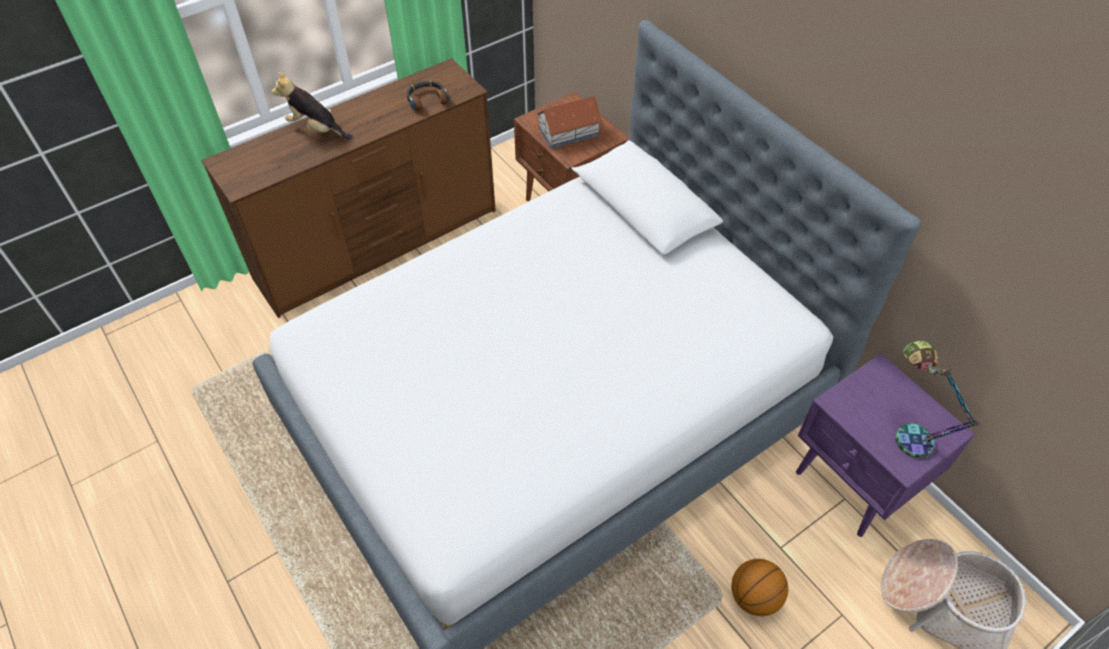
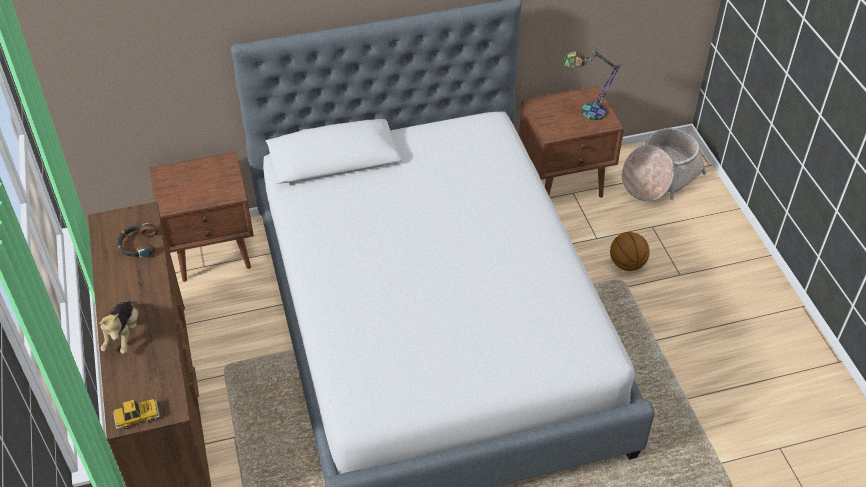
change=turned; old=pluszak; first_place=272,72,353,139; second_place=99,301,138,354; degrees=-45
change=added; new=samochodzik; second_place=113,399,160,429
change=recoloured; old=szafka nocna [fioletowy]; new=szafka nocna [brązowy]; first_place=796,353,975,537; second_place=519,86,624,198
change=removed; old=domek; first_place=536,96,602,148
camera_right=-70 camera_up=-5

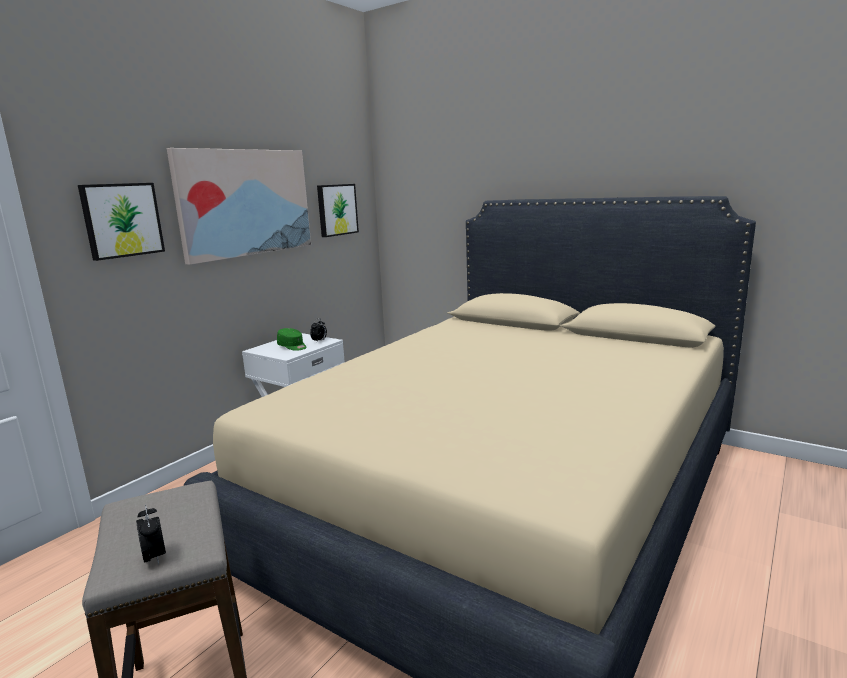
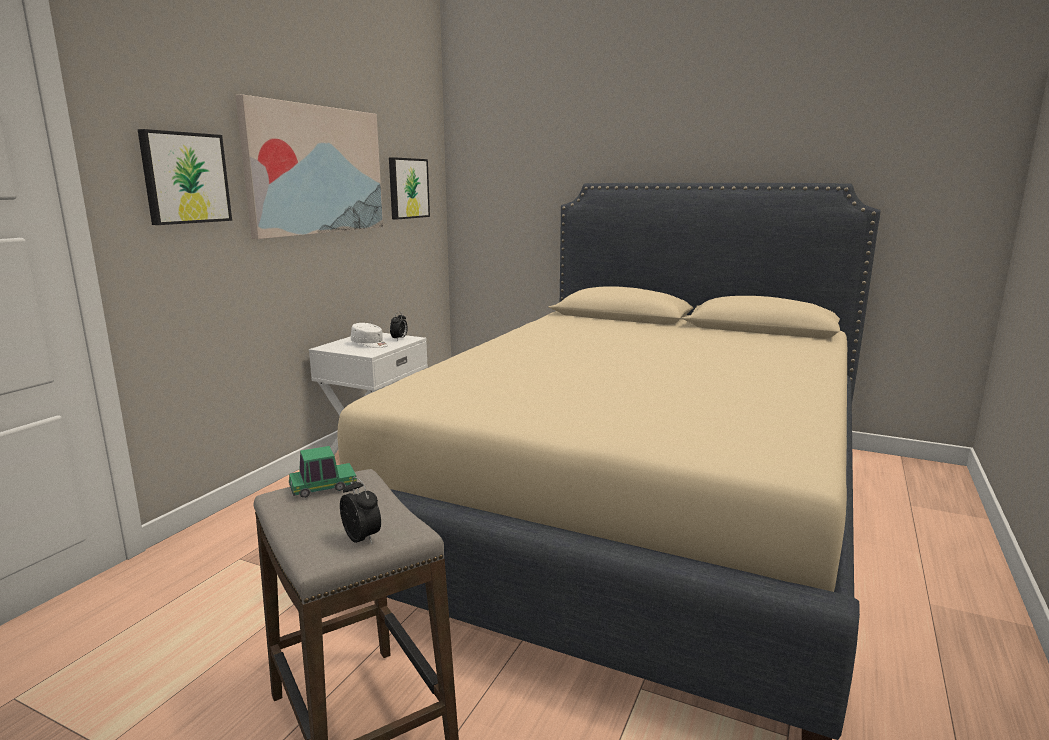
change=added; new=samochodzik; second_place=289,446,357,498
change=recoloured; old=czapka z daszkiem [zielony]; new=czapka z daszkiem [biały]; first_place=277,328,307,351; second_place=351,323,388,348
camera_right=-10 camera_up=0

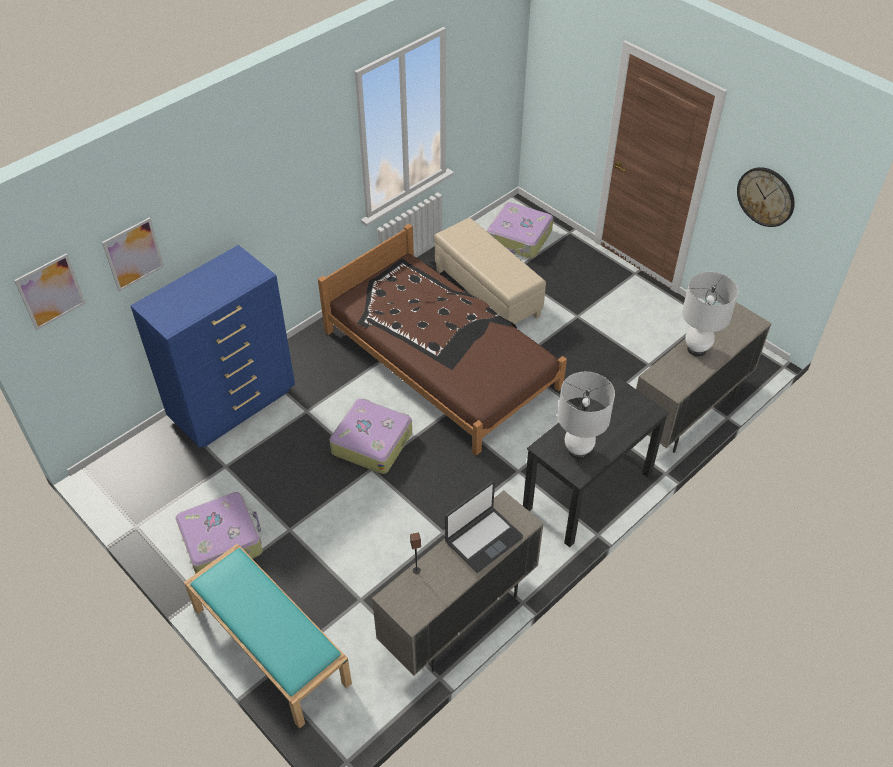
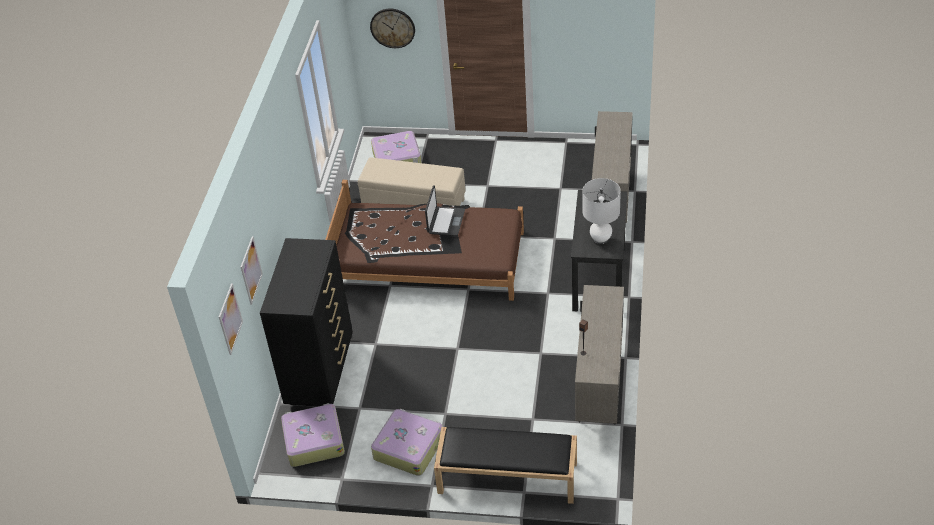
change=recoloured; old=komoda [niebieski]; new=komoda [czarny]; first_place=130,245,295,448; second_place=260,238,353,407
change=moved; old=walizka; first_place=330,398,412,474; second_place=281,403,345,467
change=moved; old=zegar ścienny; first_place=737,167,795,227; second_place=370,8,415,48
change=moved; old=laptop; first_place=445,481,523,573; second_place=425,185,465,236
change=recoloured; old=ławka [turkusowy]; new=ławka [czarny]; first_place=184,543,352,729; second_place=434,427,577,504
change=removed; old=lampa stołowa [biały]; first_place=682,272,739,357
camera_right=-35 camera_up=-5

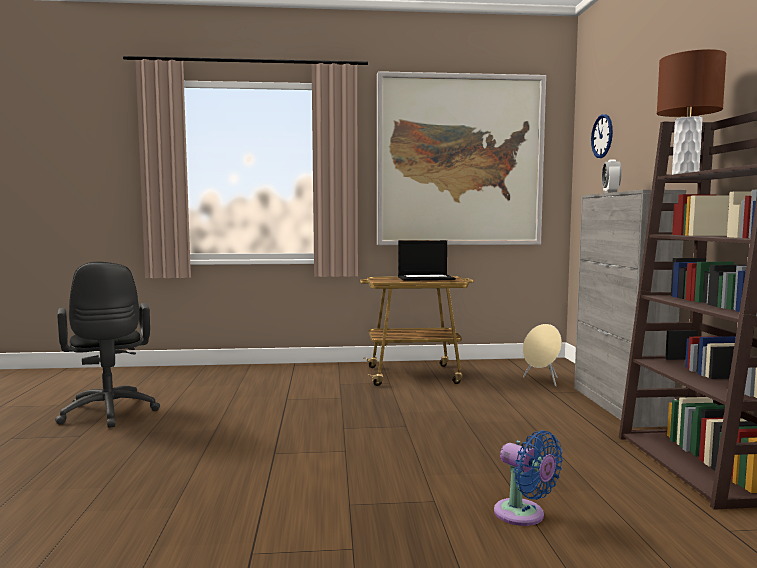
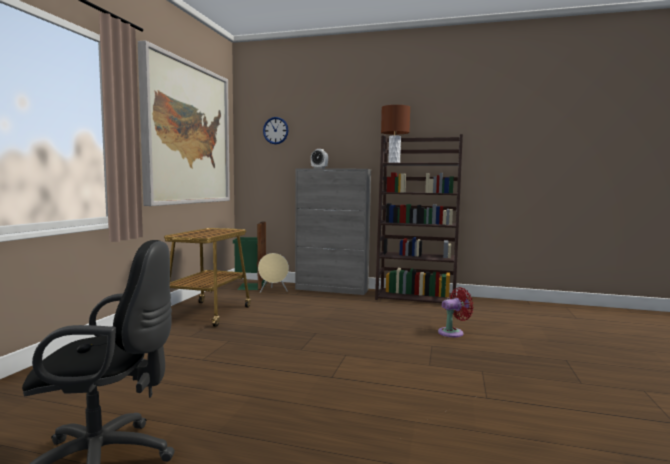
change=added; new=kosz na śmieci [zielony]; second_place=233,222,266,290
change=recoloured; old=wentylator [niebieski]; new=wentylator [czerwony]; first_place=494,430,563,526; second_place=438,287,474,338
change=removed; old=laptop; first_place=398,240,456,281
camera_right=-70 camera_up=0

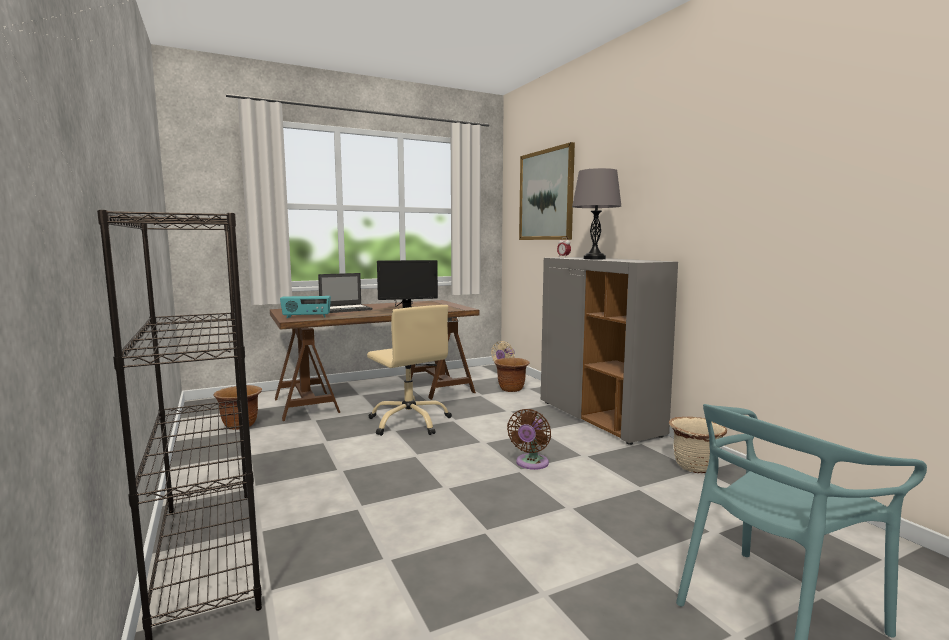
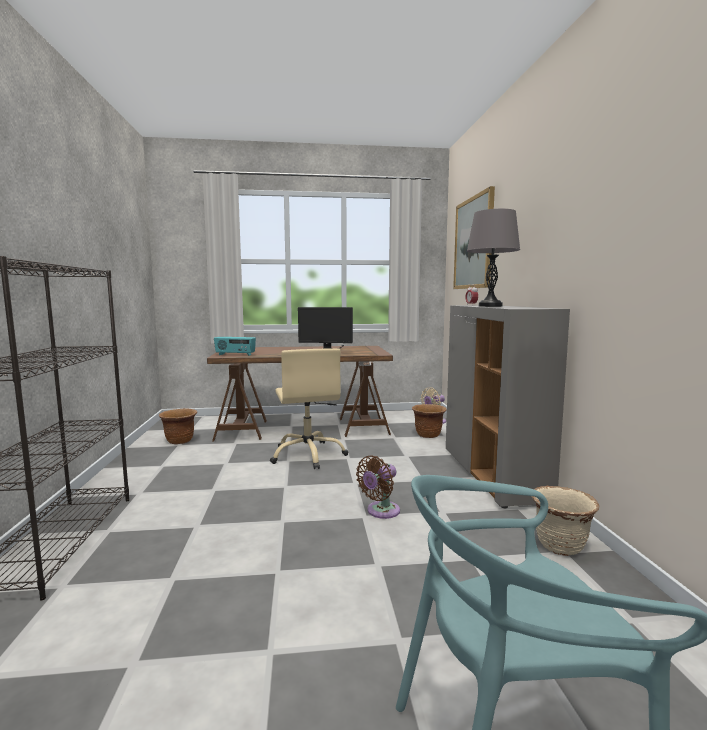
change=removed; old=laptop; first_place=318,273,372,313
camera_right=20 camera_up=0

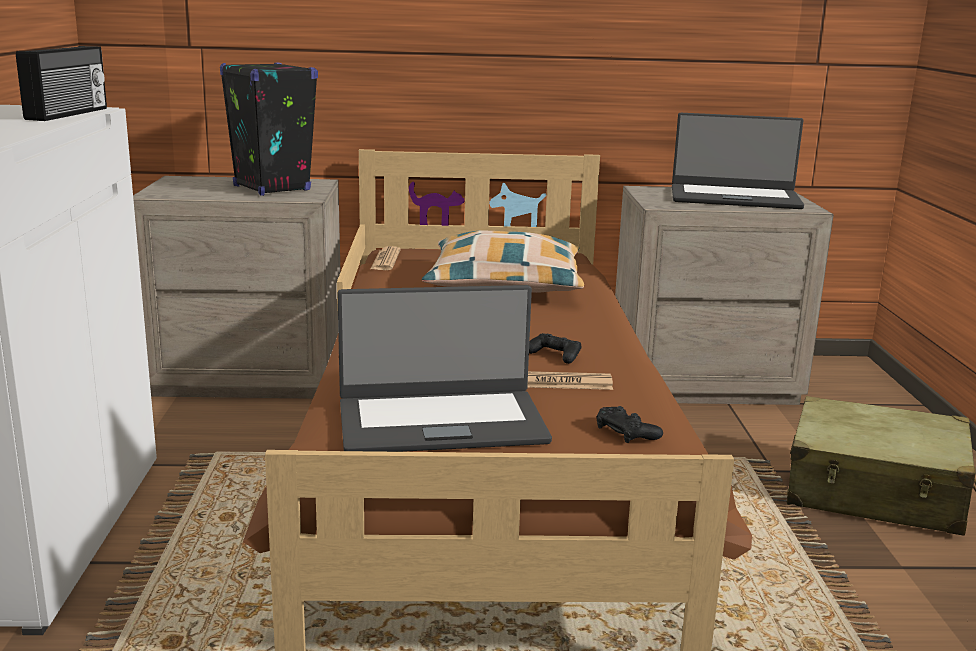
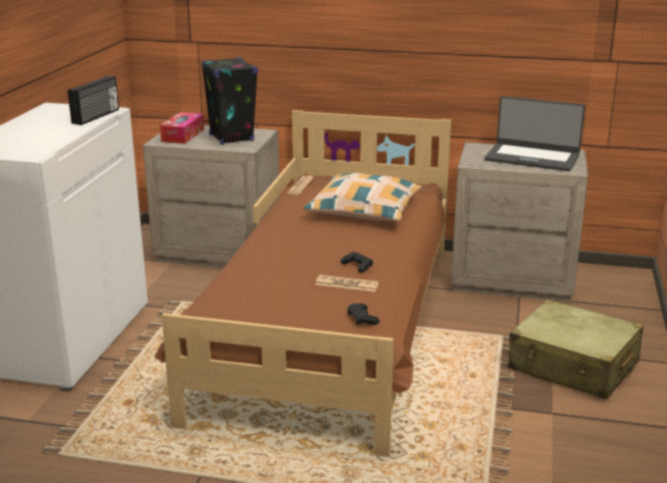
change=added; new=pudełko chusteczek; second_place=160,112,204,144
change=removed; old=laptop; first_place=337,285,552,452
camera_right=15 camera_up=5

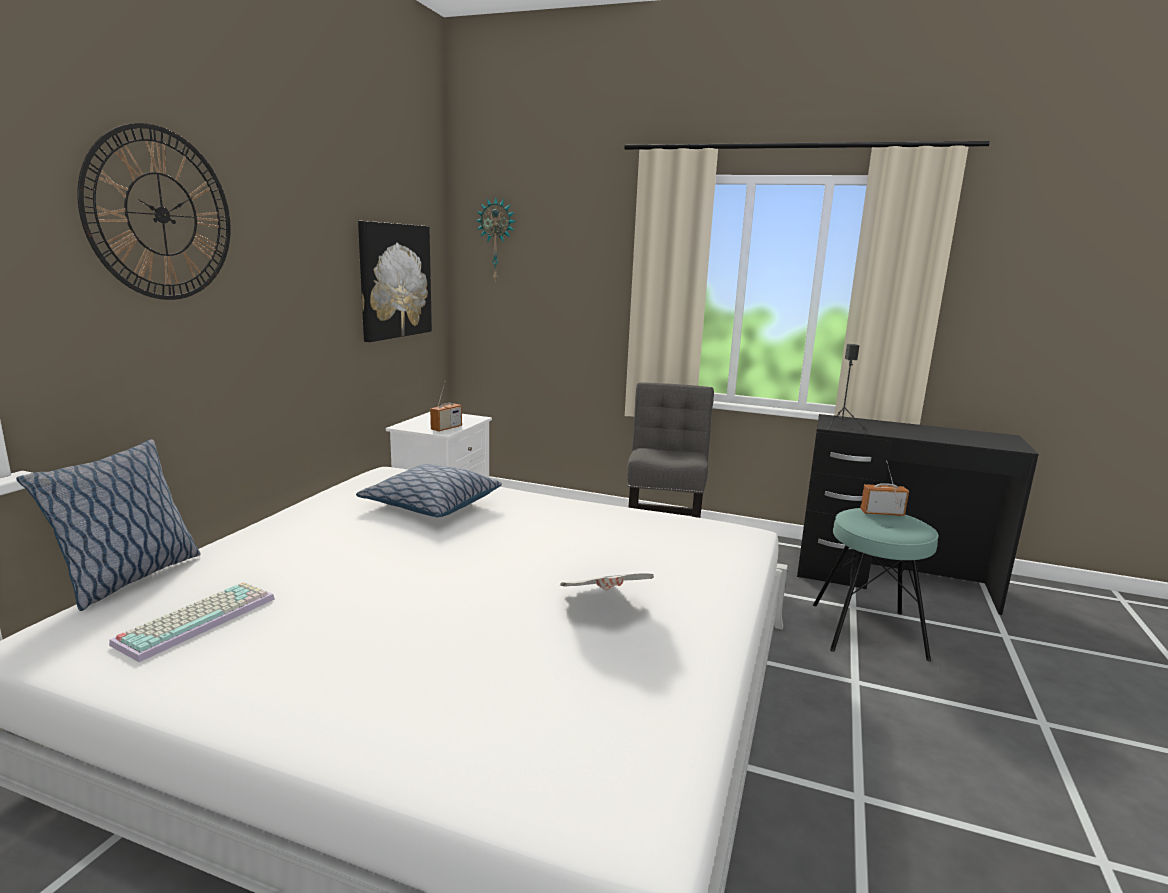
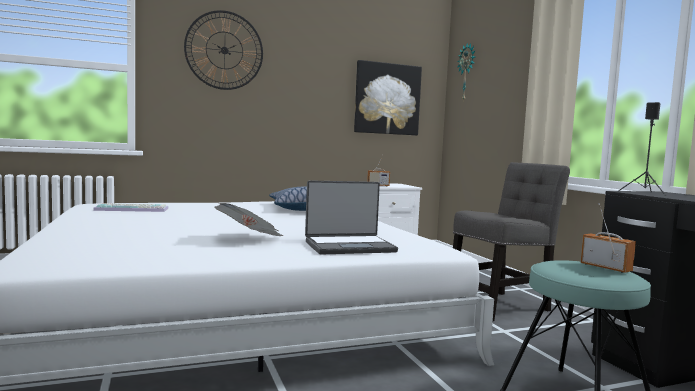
change=added; new=laptop; second_place=305,180,398,255
change=removed; old=poduszka; first_place=16,439,201,611
camera_right=50 camera_up=-10

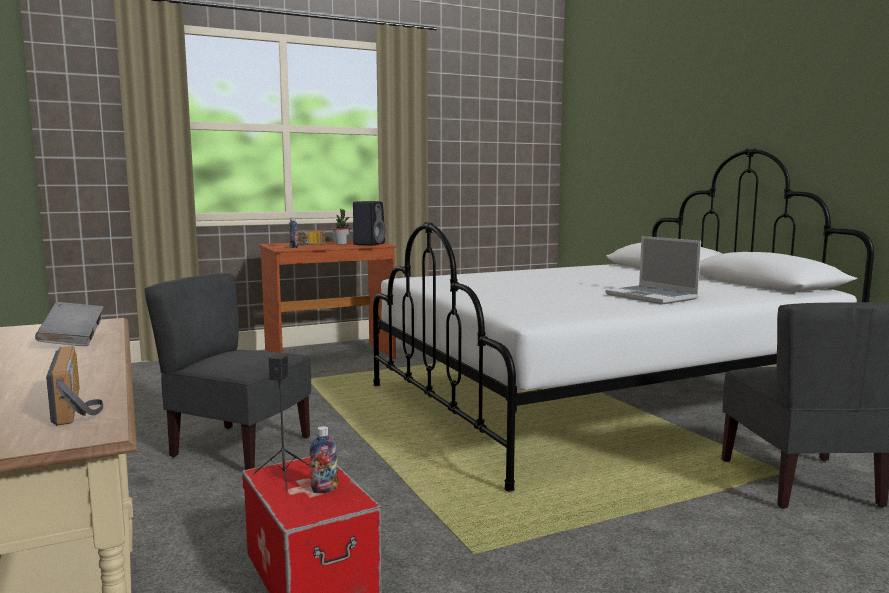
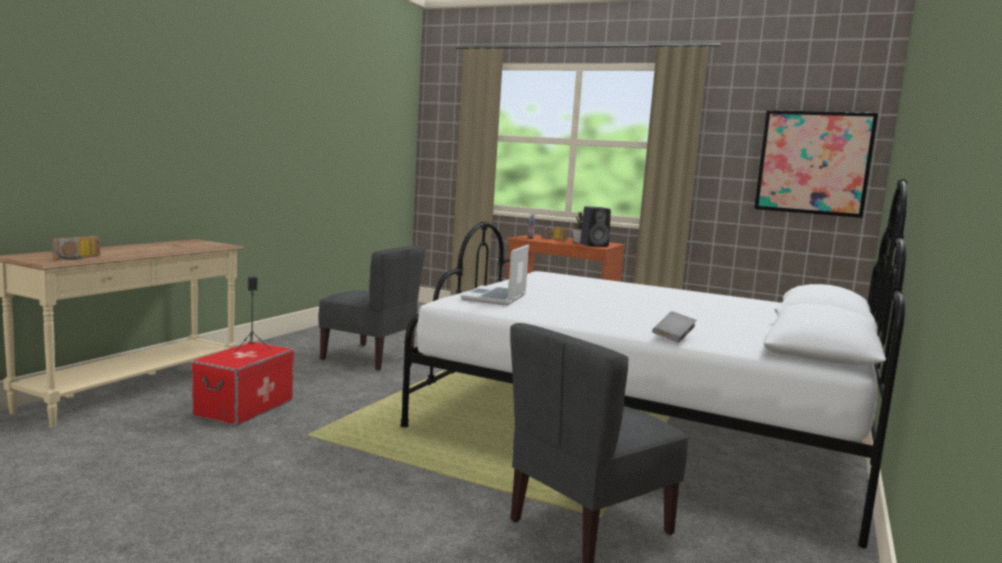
change=turned; old=krzesło [szary]; first_place=145,273,311,470; second_place=319,246,425,371; degrees=135
change=moved; old=laptop; first_place=605,236,701,305; second_place=461,245,529,305
change=moved; old=książka [szary]; first_place=35,302,104,346; second_place=652,311,697,343
change=added; new=obraz; second_place=754,110,878,218
change=removed; old=butelka; first_place=309,426,338,493
camera_right=50 camera_up=0

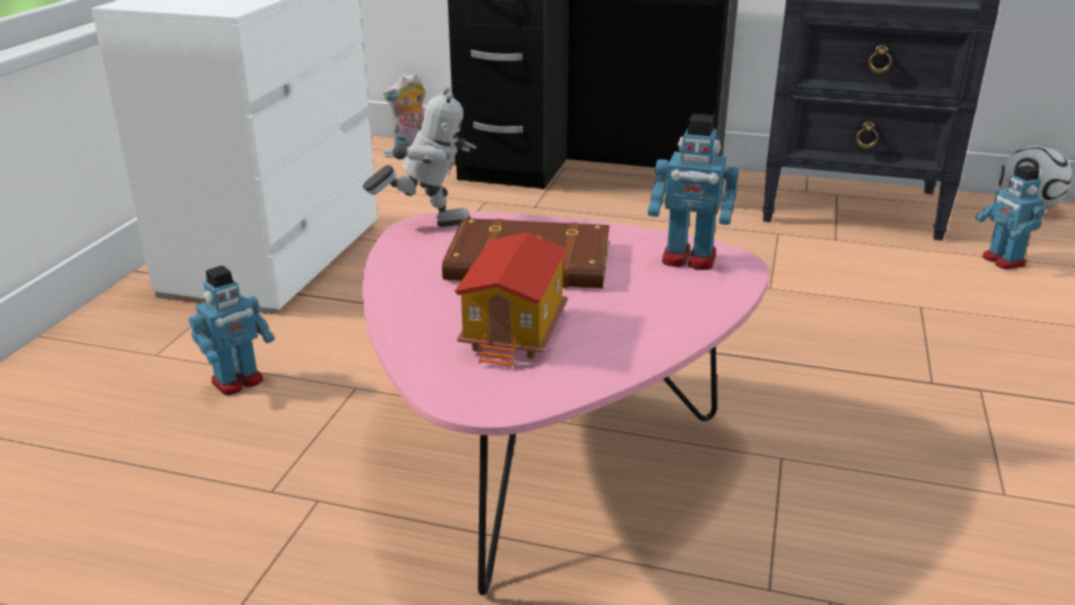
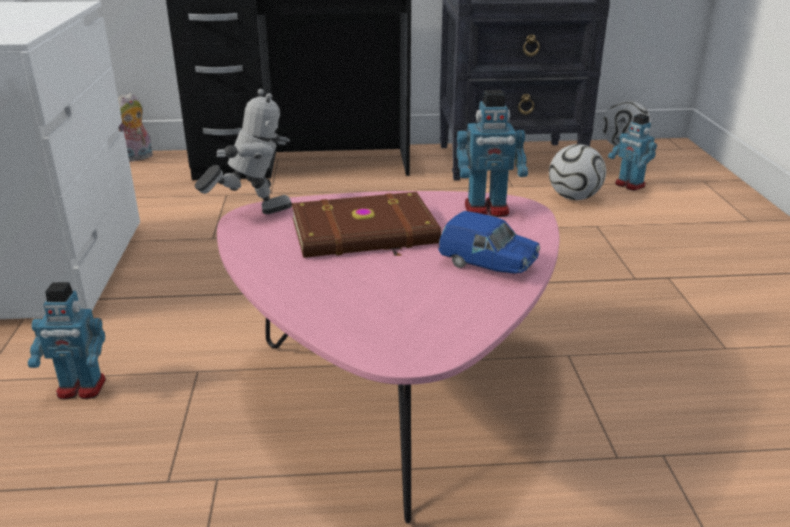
change=turned; old=robot zabawkowy; first_place=189,265,275,395; second_place=28,282,106,399; degrees=60
change=added; new=samochodzik [niebieski]; second_place=438,211,540,274
change=added; new=piłka futbolowa; second_place=549,144,606,200
change=removed; old=domek; first_place=455,233,568,368
camera_right=-20 camera_up=0

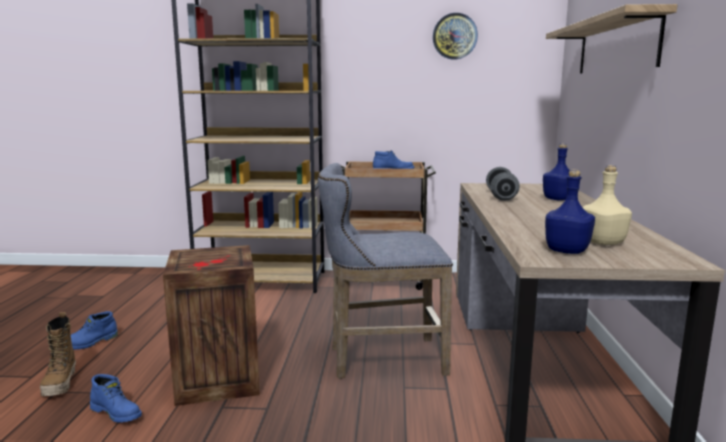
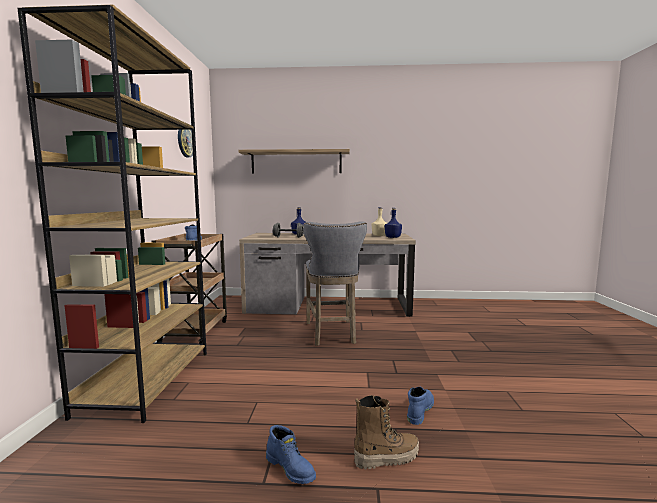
change=removed; old=skrzynka; first_place=163,245,260,406
camera_right=-90 camera_up=-5

